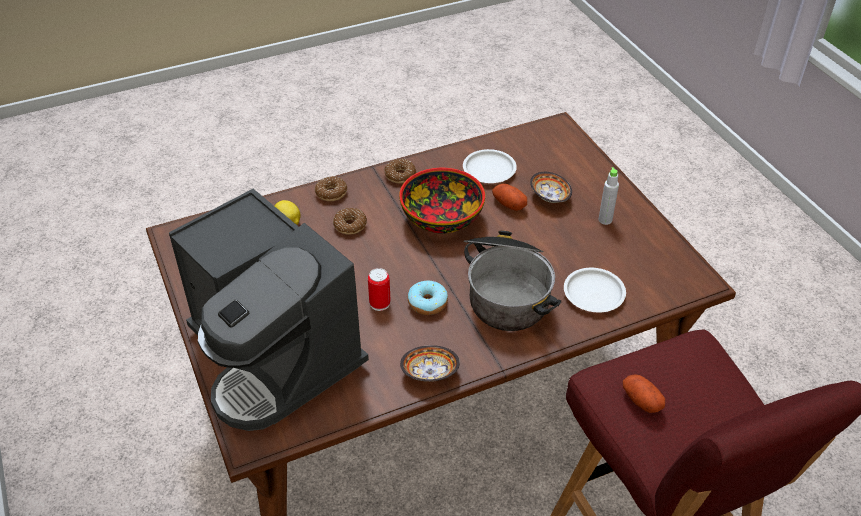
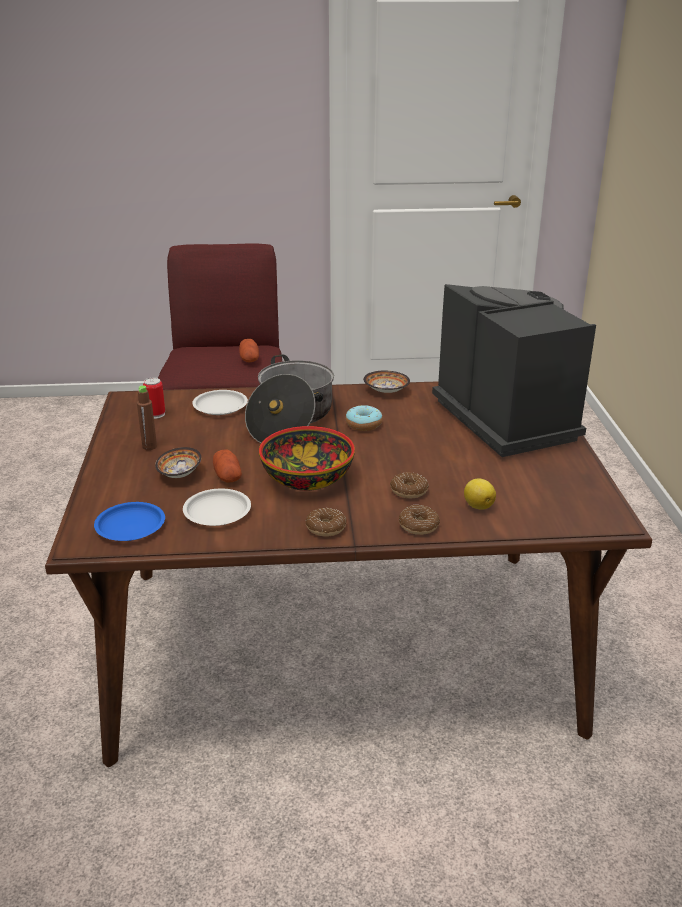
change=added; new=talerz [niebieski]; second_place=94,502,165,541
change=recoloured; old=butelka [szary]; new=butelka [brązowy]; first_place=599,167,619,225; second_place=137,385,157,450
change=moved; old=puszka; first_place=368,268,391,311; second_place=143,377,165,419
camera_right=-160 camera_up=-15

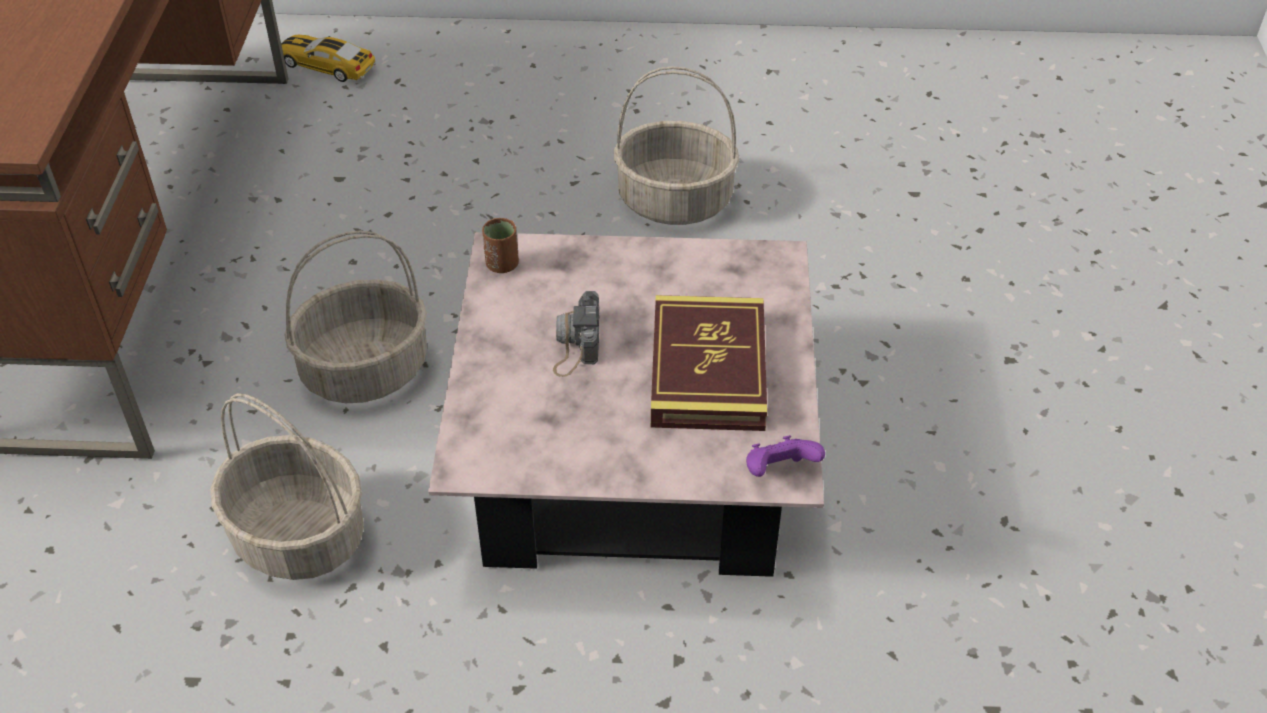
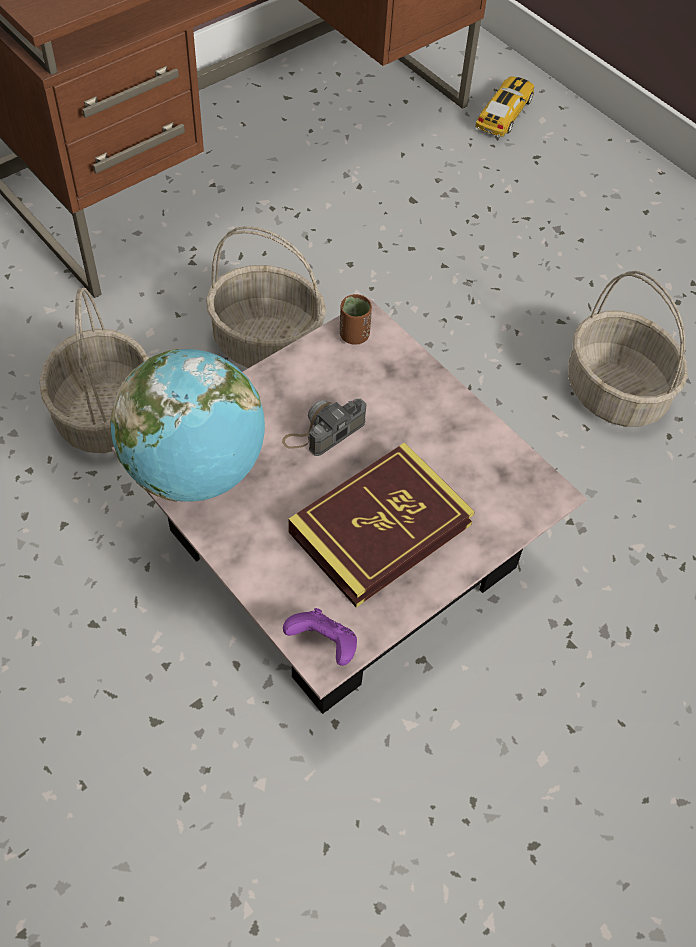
change=added; new=globus; second_place=110,349,265,502
change=turned; old=samochodzik; first_place=281,35,376,82; second_place=475,76,534,137; degrees=45
camera_right=45 camera_up=10

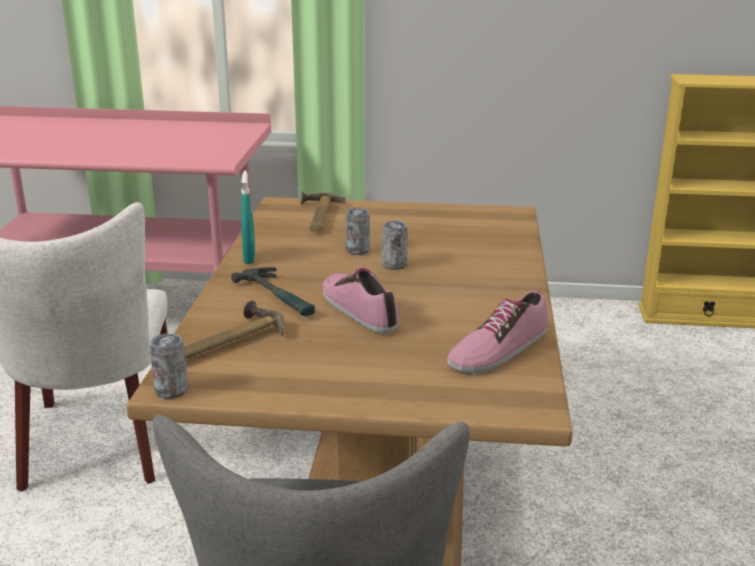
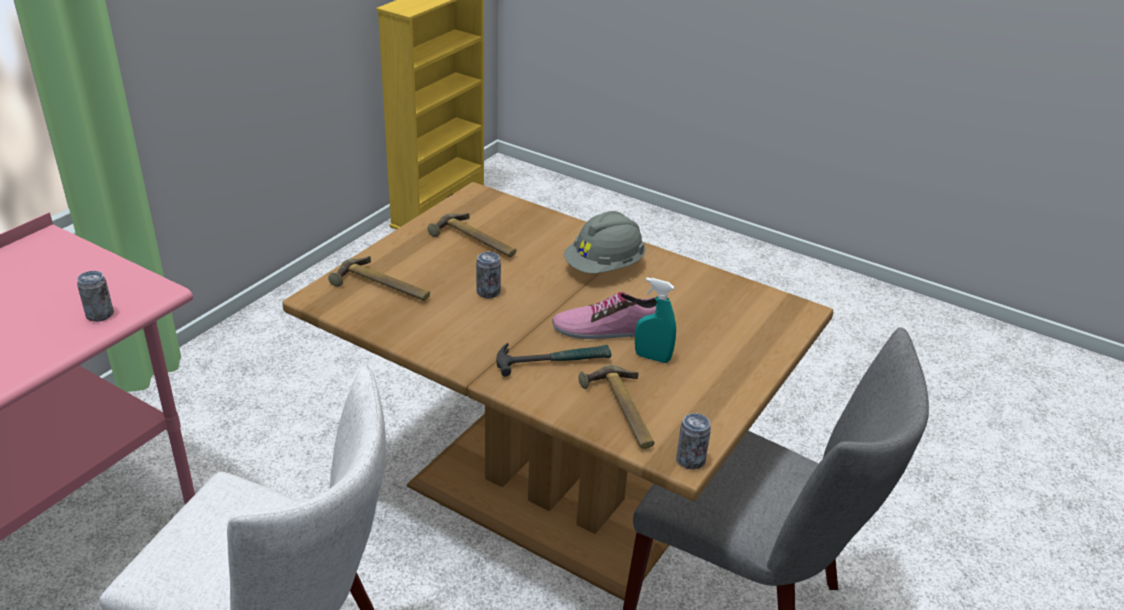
change=moved; old=puszka; first_place=382,221,408,270; second_place=77,271,114,322
change=added; new=młotek; second_place=427,213,516,257
change=added; new=kask [szary]; second_place=564,211,646,273
change=moved; old=spryskiwacz [turkusowy]; first_place=241,170,255,264; second_place=635,277,676,363
change=removed; old=but; first_place=447,291,548,373
camera_right=-65 camera_up=10

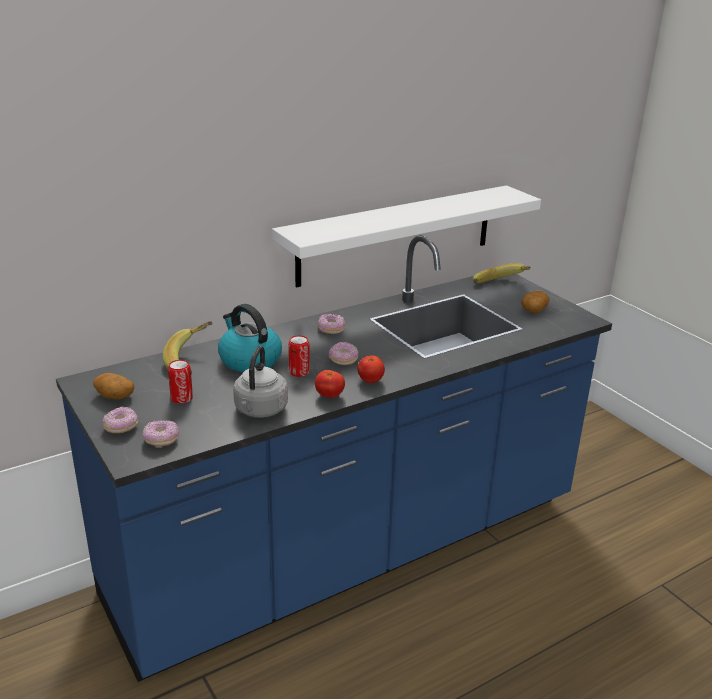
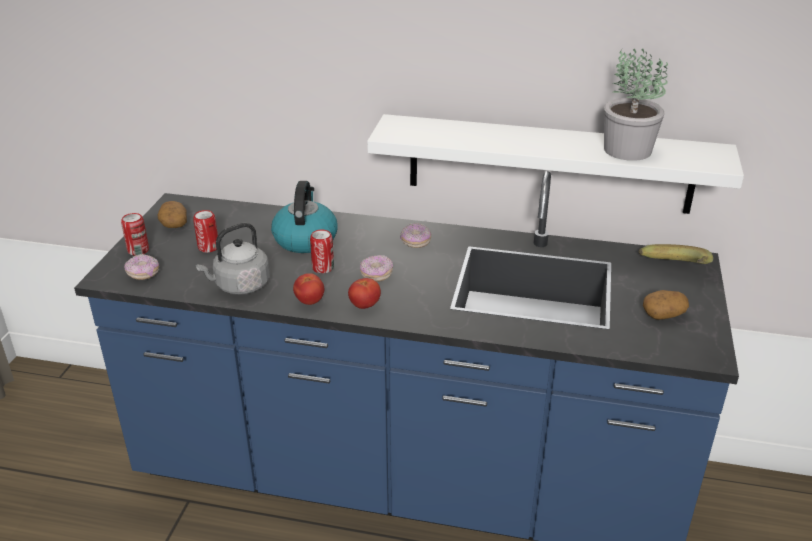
change=replaced; old=donut; new=puszka; first_place=103,406,138,433; second_place=121,213,149,256
change=added; new=roślina doniczkowa; second_place=604,49,668,161
change=removed; old=banan; first_place=163,321,213,375
camera_right=45 camera_up=5

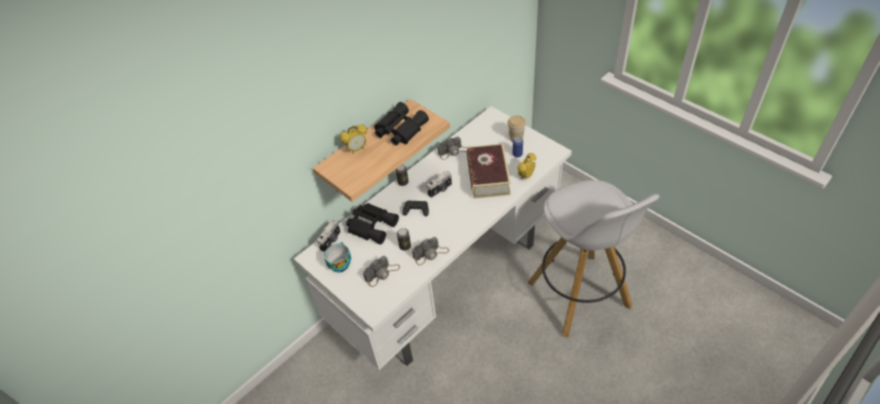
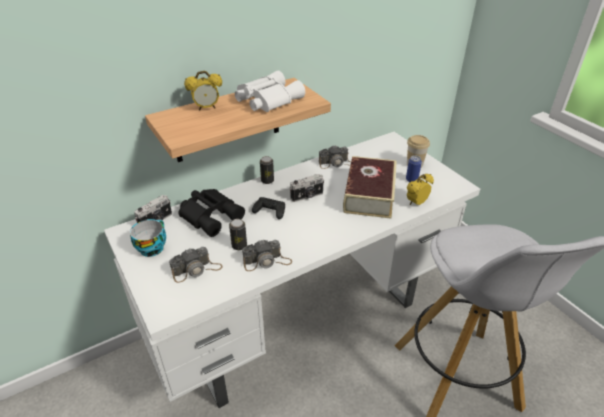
change=recoloured; old=lornetka [czarny]; new=lornetka [biały]; first_place=374,102,429,145; second_place=235,70,305,112
camera_right=10 camera_up=-10

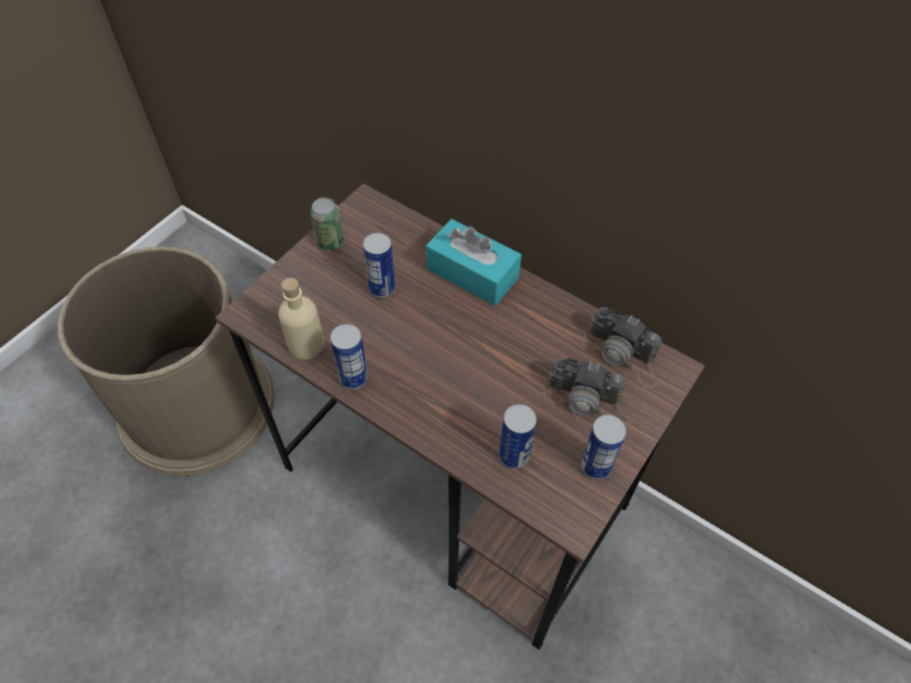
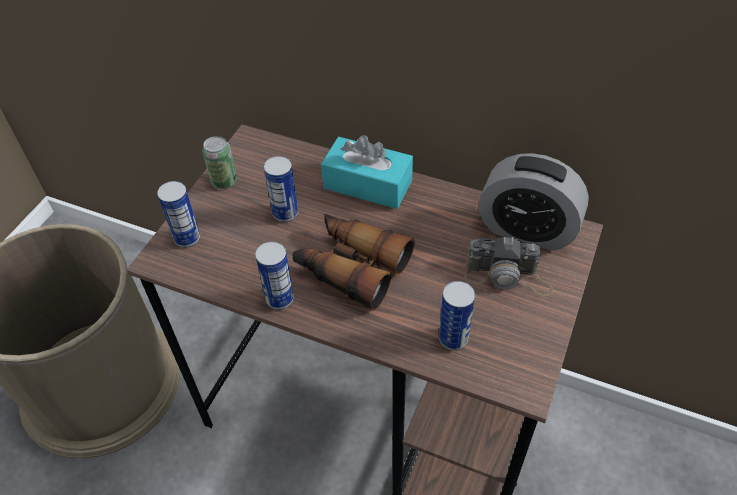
change=moved; old=puszka; first_place=581,415,626,480; second_place=157,181,200,248
change=added; new=lornetka; second_place=292,214,415,311
change=replaced; old=aparat fotograficzny; new=budzik; first_place=582,307,662,388; second_place=479,153,589,251
change=removed; old=butelka [beżowy]; first_place=278,278,325,360
camera_right=-10 camera_up=-5

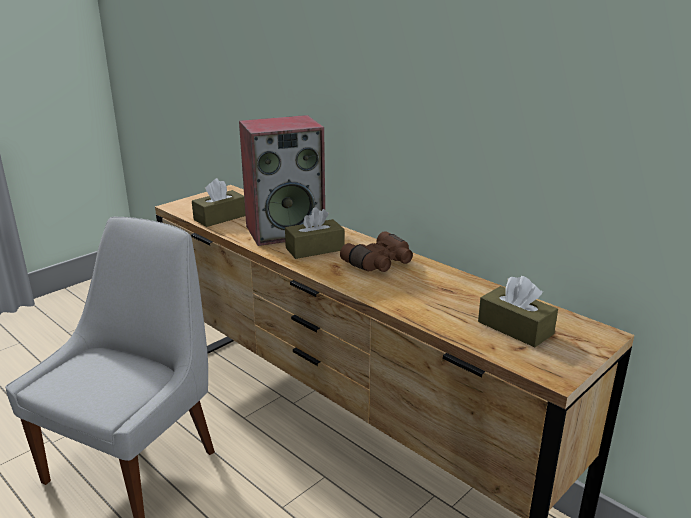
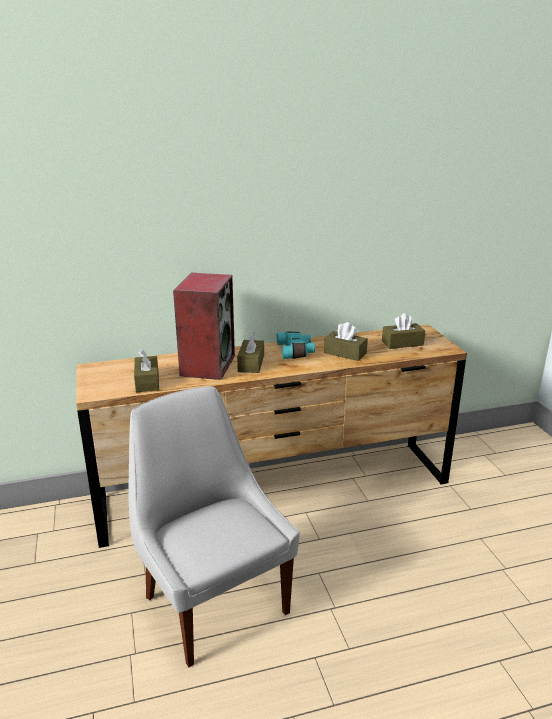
change=recoloured; old=lornetka [brązowy]; new=lornetka [turkusowy]; first_place=340,231,413,272; second_place=277,331,315,359
change=added; new=pudełko chusteczek [brązowy]; second_place=324,322,368,361
camera_right=-60 camera_up=0

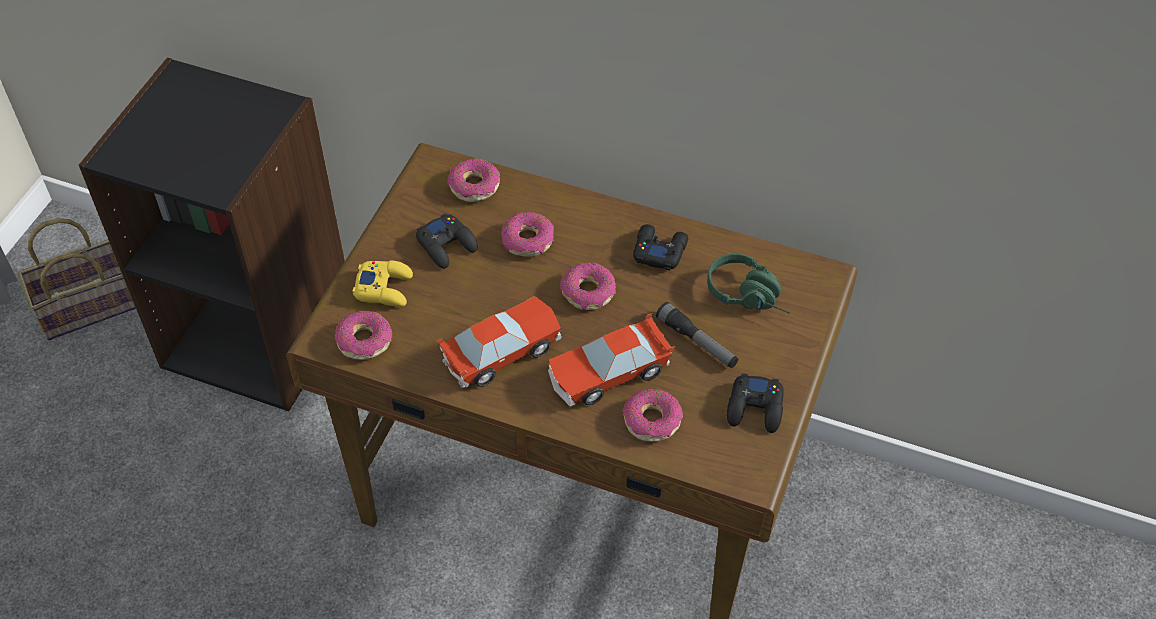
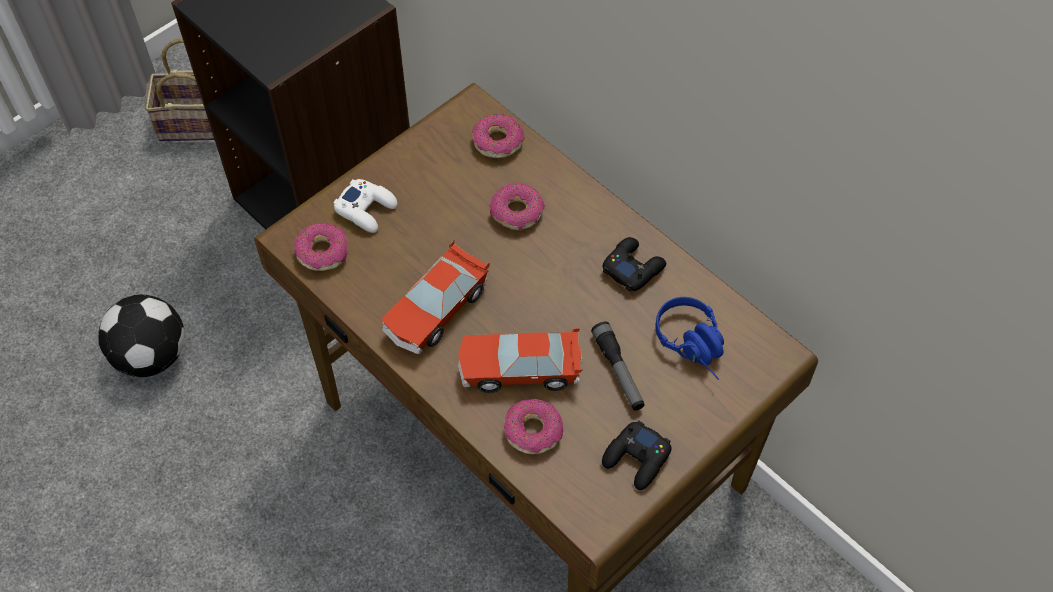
change=added; new=piłka futbolowa; second_place=98,294,185,377
change=recoloured; old=pad do gier [żółty]; new=pad do gier [biały]; first_place=353,260,413,307; second_place=333,179,398,233
change=turned; old=samochodzik; first_place=436,296,562,388; second_place=381,240,490,354; degrees=135
change=recoloured; old=słuchawki [zielony]; new=słuchawki [niebieski]; first_place=707,254,790,314; second_place=655,297,724,380
change=removed; old=pad do gier [czarny]; first_place=416,213,478,269
change=removed; old=donut; first_place=560,263,616,310
camera_right=25 camera_up=5

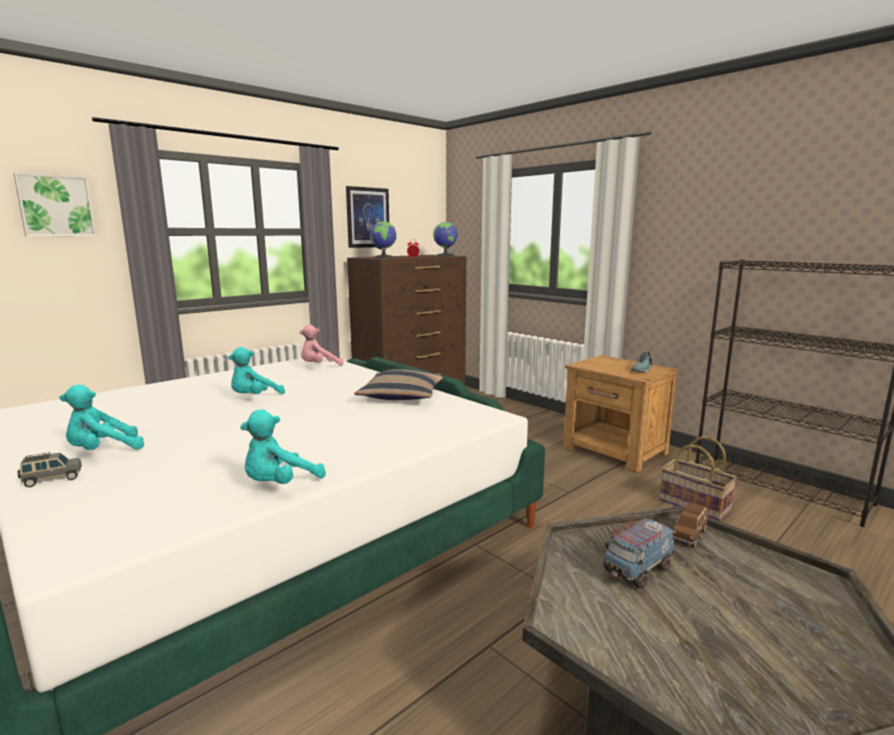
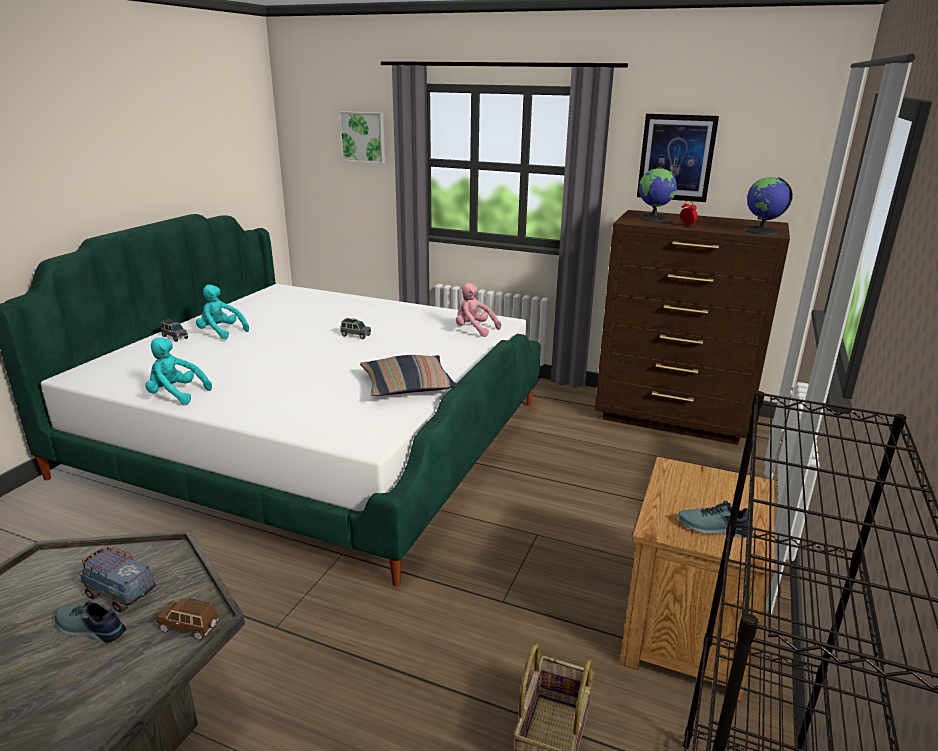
change=added; new=but; second_place=55,600,126,643
change=replaced; old=pluszak [turkusowy]; new=samochodzik [szary]; first_place=228,347,285,395; second_place=340,318,371,339
camera_right=65 camera_up=10

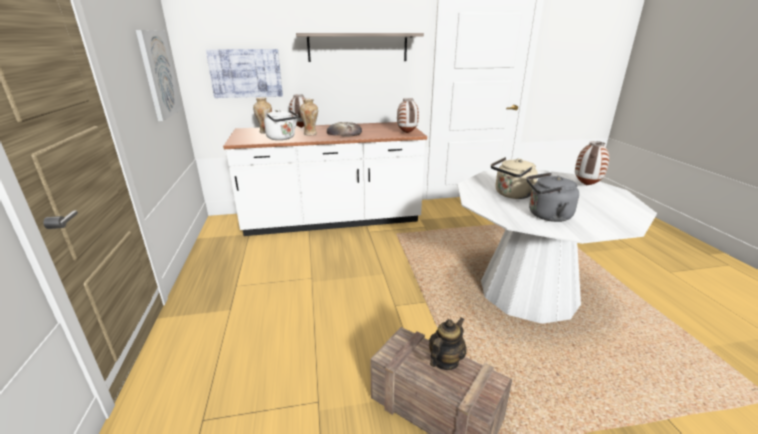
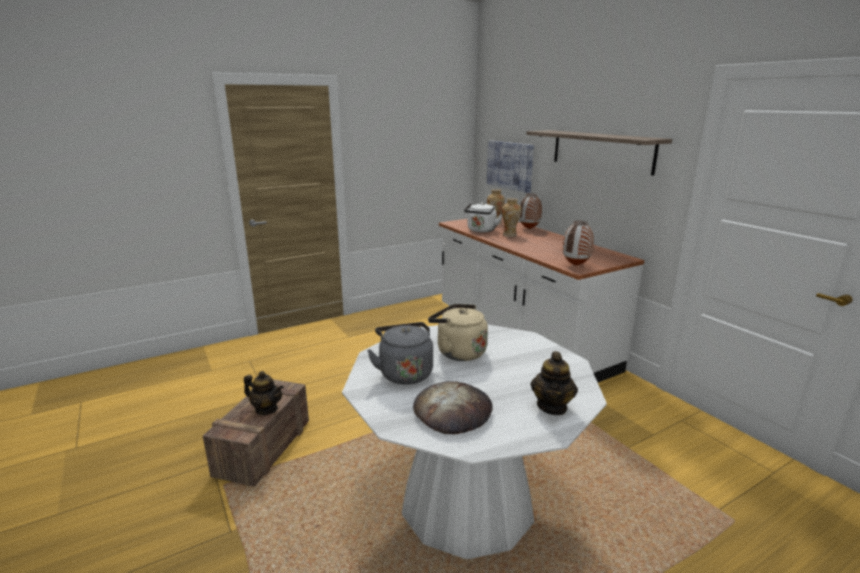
change=moved; old=chleb; first_place=327,122,362,137; second_place=413,381,493,434
change=replaced; old=wazon; new=imbryk; first_place=575,141,609,186; second_place=531,351,578,415
change=removed; old=obraz; first_place=136,30,182,121
camera_right=70 camera_up=-5

